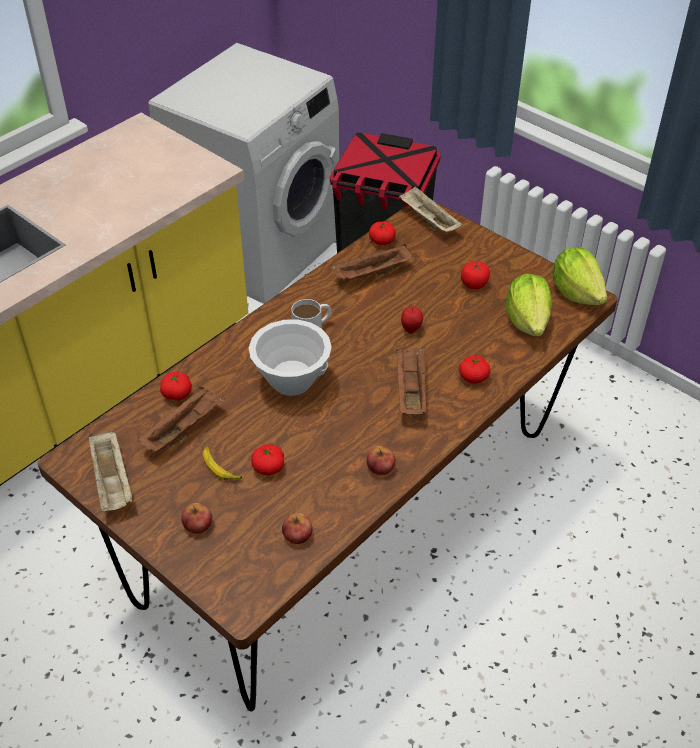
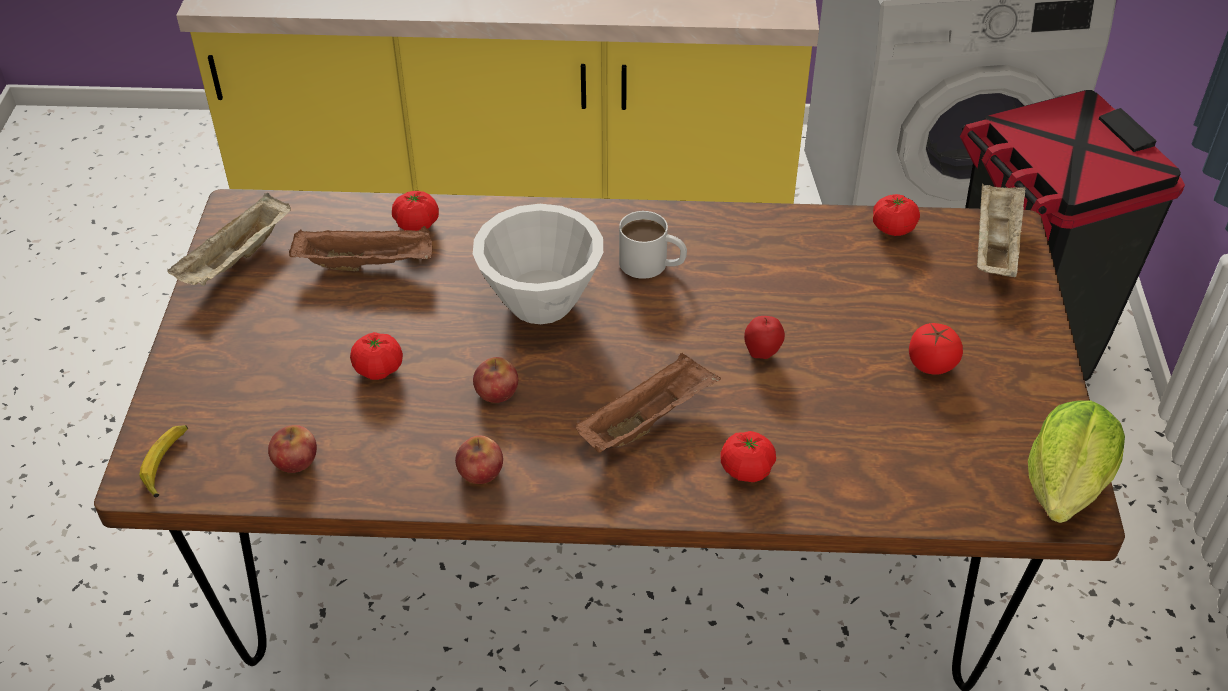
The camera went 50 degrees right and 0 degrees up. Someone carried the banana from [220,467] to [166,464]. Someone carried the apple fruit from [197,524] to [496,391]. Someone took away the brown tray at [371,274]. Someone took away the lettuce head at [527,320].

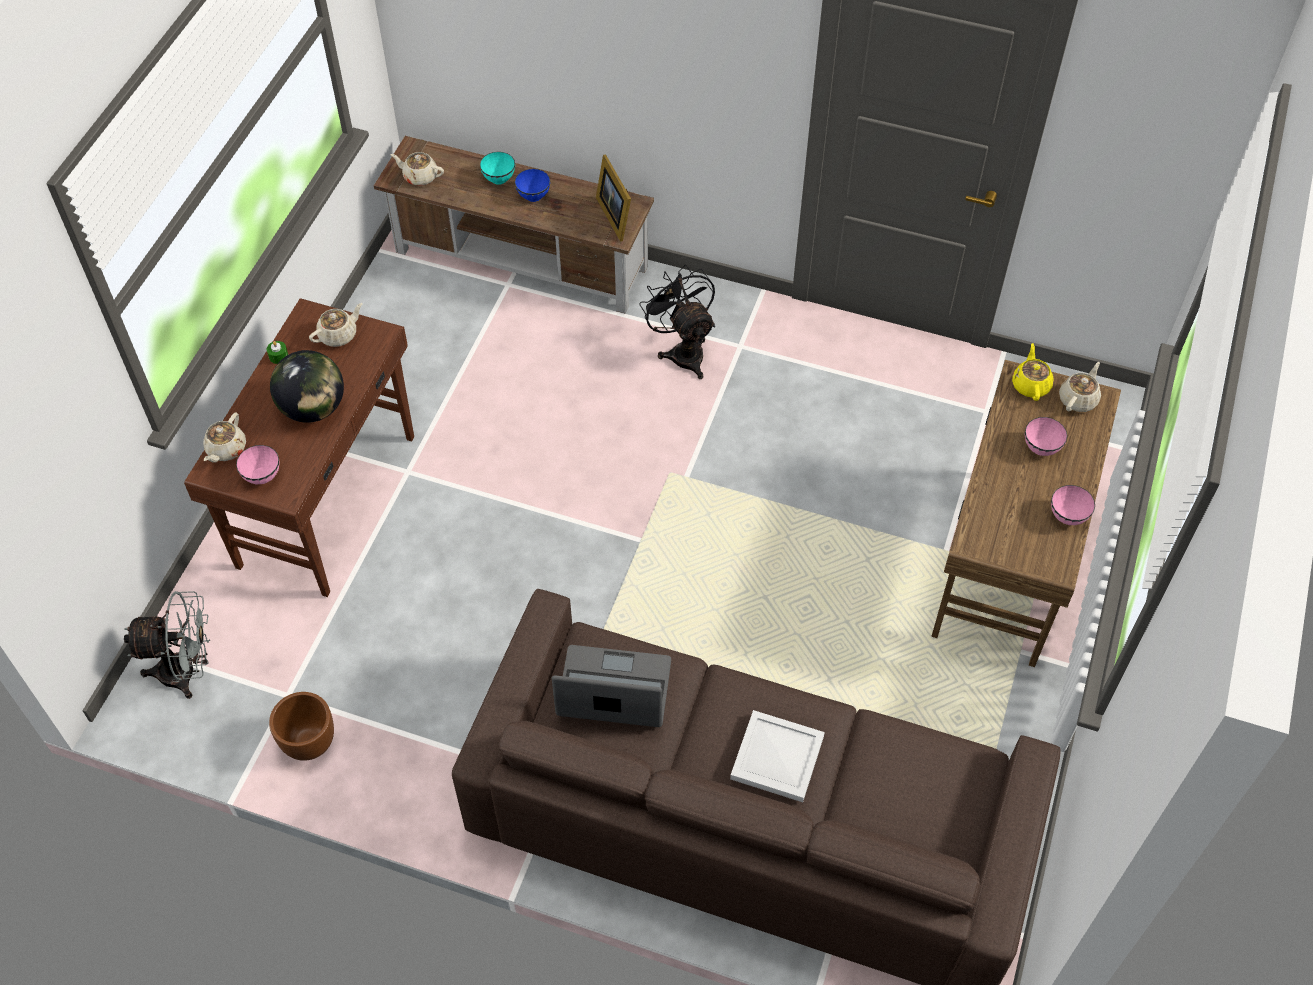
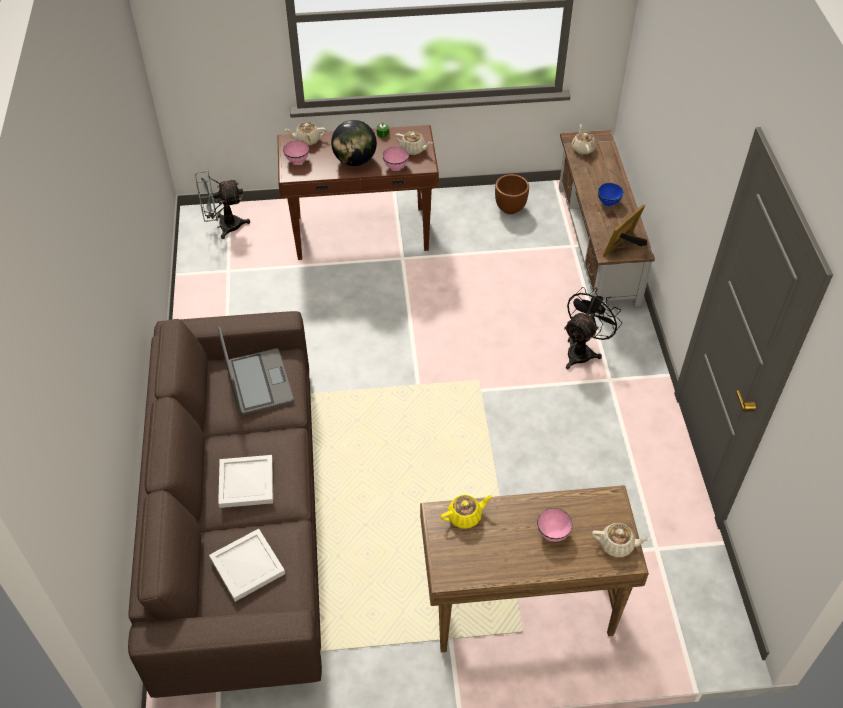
The camera went 65 degrees right and 5 degrees down. Someone rotated the gray fan at [187,672] by 105 degrees clockwise. Someone put down the whitish tray at [247,567]. Someone carried the pink deep dish from [1068,516] to [395,166]. Someone carried the yellowish tea pot from [1030,385] to [465,516]. Someone carried the brown flower pot from [309,744] to [509,208]. Someone took away the turquoise deep dish at [499,179].

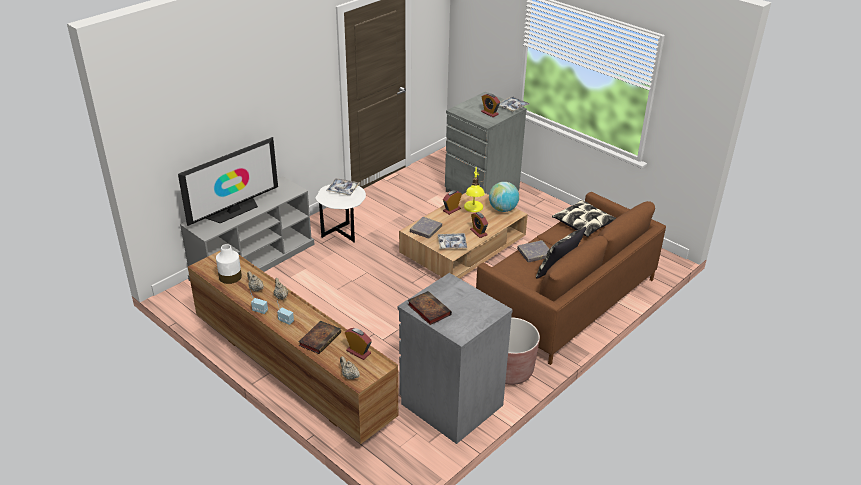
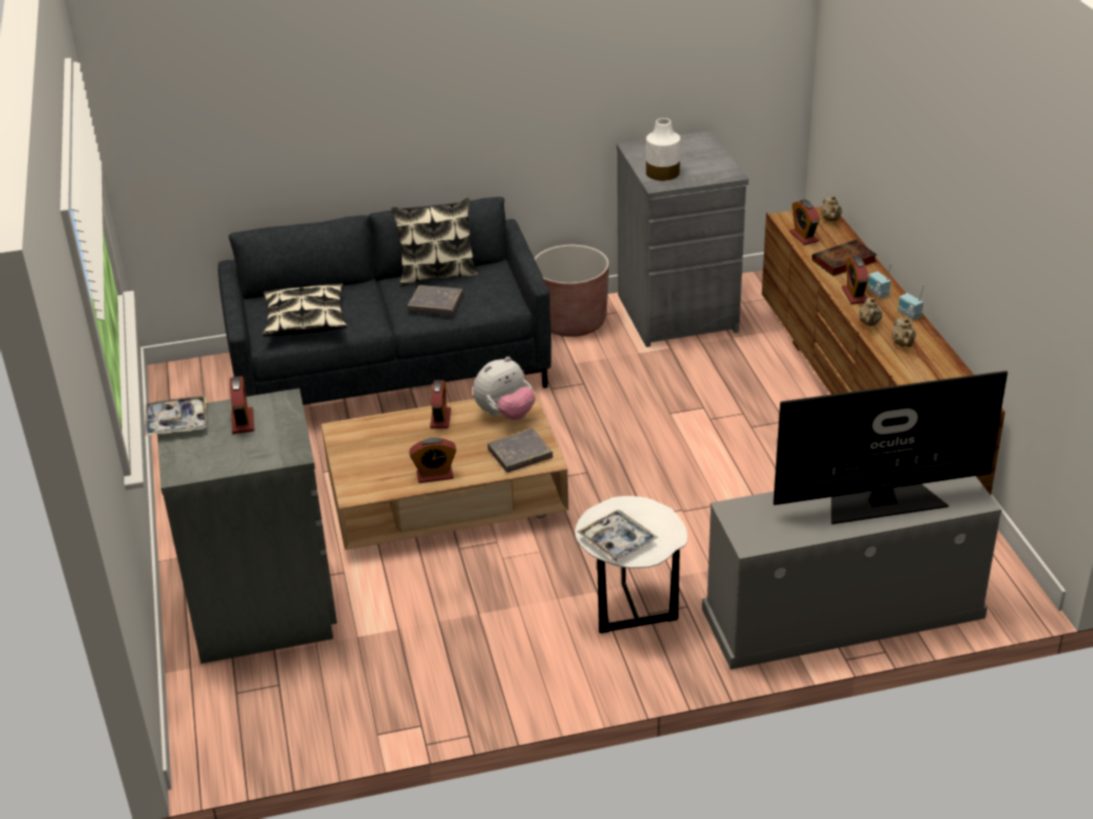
The camera went 145 degrees left and 0 degrees up. Someone repainted the brown couch at [567,299], which became the gray couch at [390,371]. Someone swapped the tray at [452,244] for the soft toy at [505,414]. Someone carried the whitish decorative vase from [230,276] to [662,172]. Someone put down the alarm clock at [854,295]. Someone took away the book at [428,309]. Someone took away the yellowish table lamp at [474,211]. Someone took away the desk globe at [503,209].

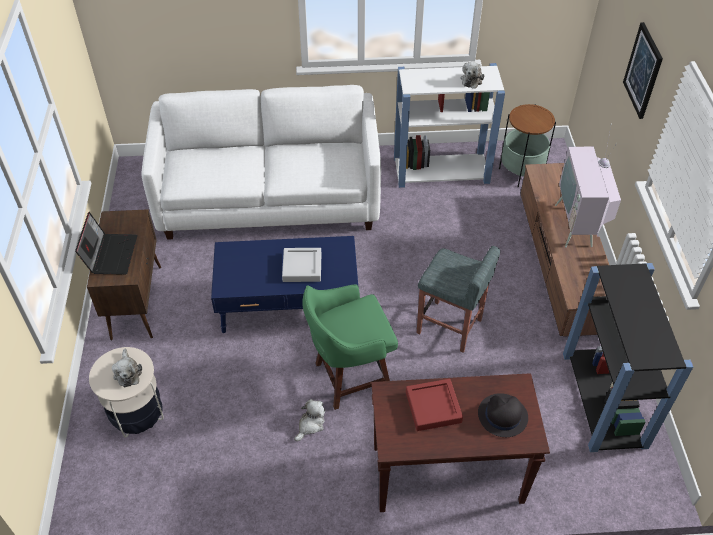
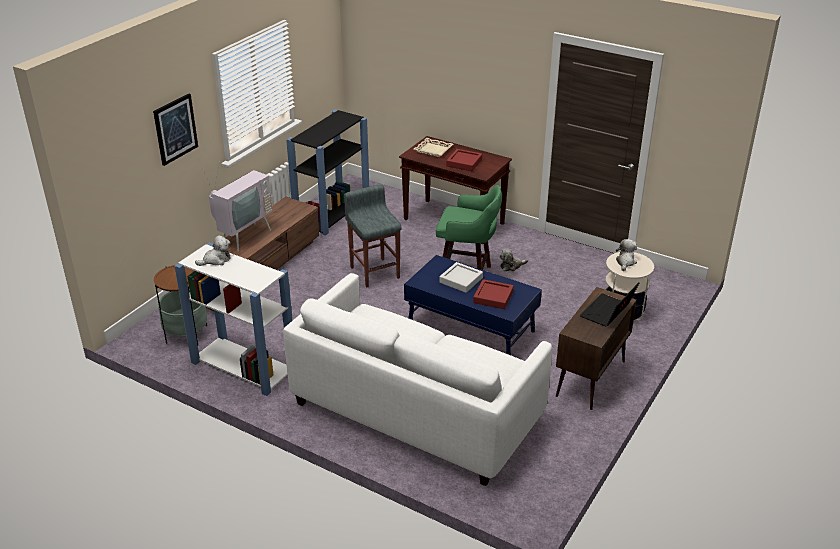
The camera went 145 degrees left and 15 degrees down. Someone swapped the black-coloured wearable hat at [502,416] for the beige-coloured tray at [433,150]. Someone put down the reddish tray at [493,297].

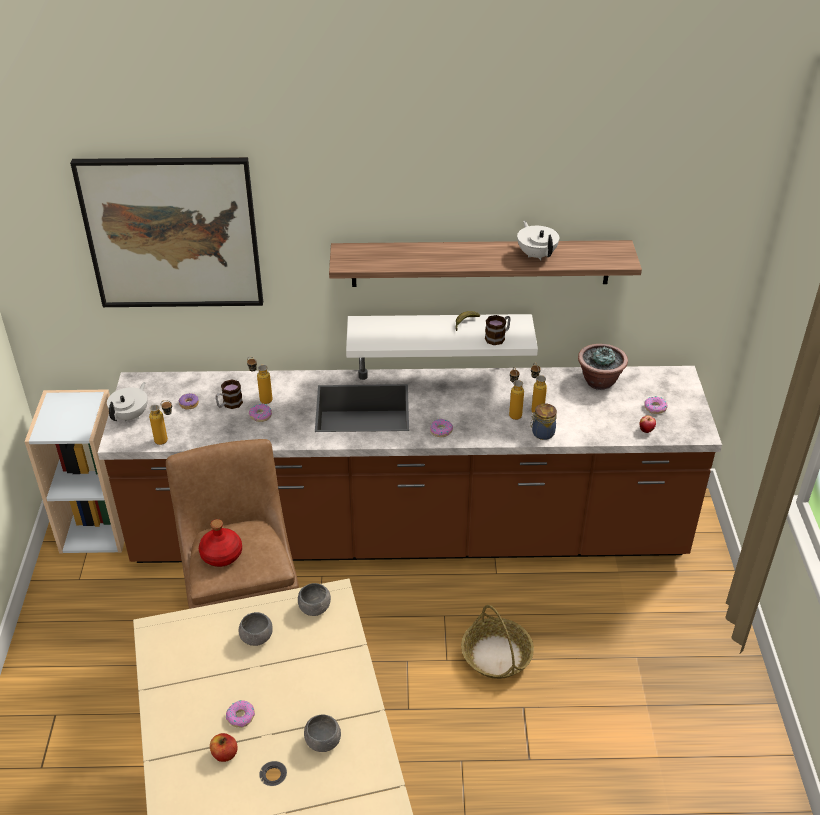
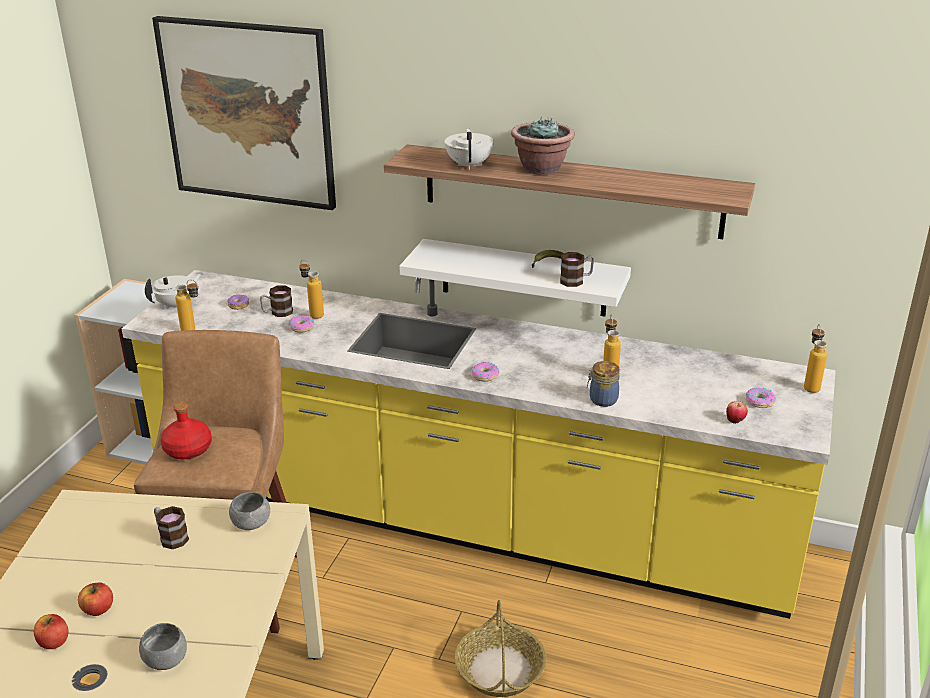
The camera went 20 degrees right and 10 degrees down. Someone swapped the doughnut at [241,716] for the apple fruit at [98,609]. Someone repainted the brown kitchen base unit at [410,535], which became the yellowish kitchen base unit at [466,521]. Someone swapped the gray deep dish at [257,637] for the coffee mug at [170,537]. Someone carried the whitish tea pot from [536,254] to [469,165]. Someone carried the houseplant from [599,381] to [541,168]. Someone carried the beverage bottle from [513,412] to [810,385].

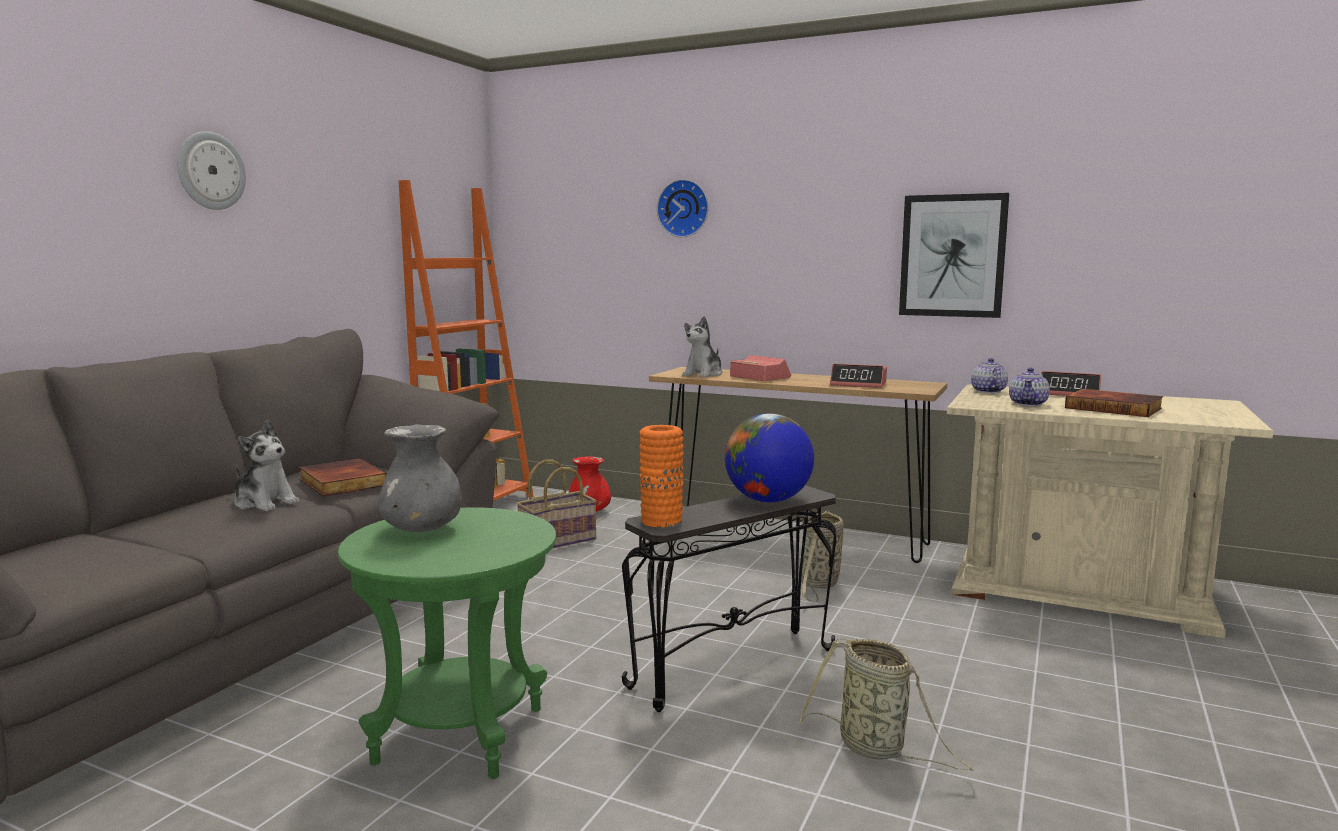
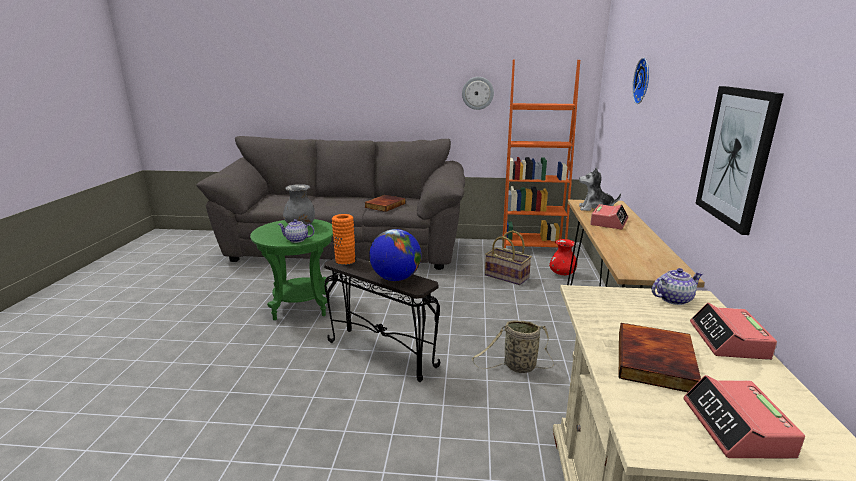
The camera went 70 degrees right and 10 degrees up. Someone carried the tea pot from [1028,404] to [297,240]. Someone carried the wall clock from [210,171] to [477,93]. Someone carried the alarm clock from [858,384] to [737,428]. Someone took away the soft toy at [265,503]. Someone took away the storage basket at [876,749].

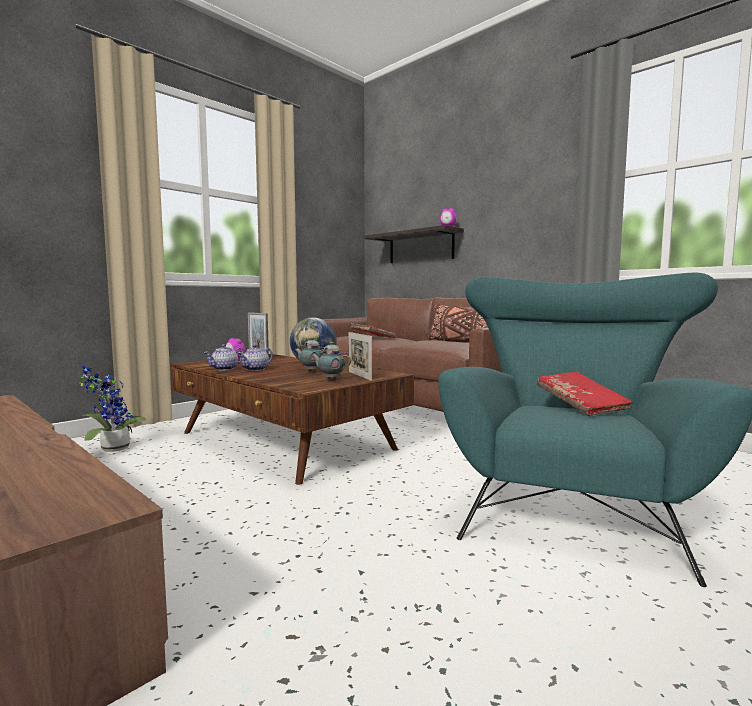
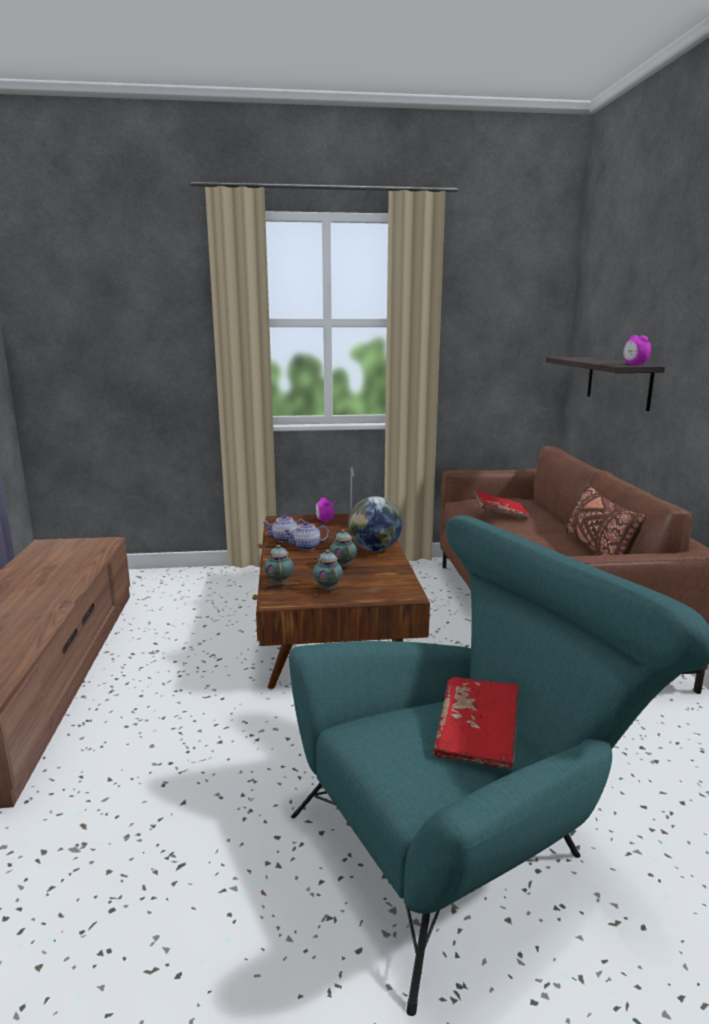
The camera went 40 degrees right and 10 degrees up. Someone put down the tea pot at [279,583]. Someone took away the houseplant at [111,449]. Someone took away the picture frame at [359,376].

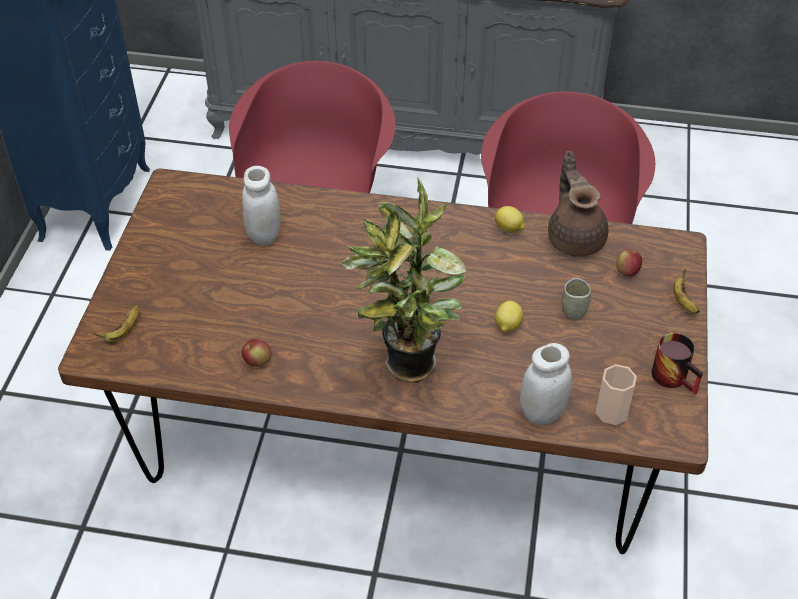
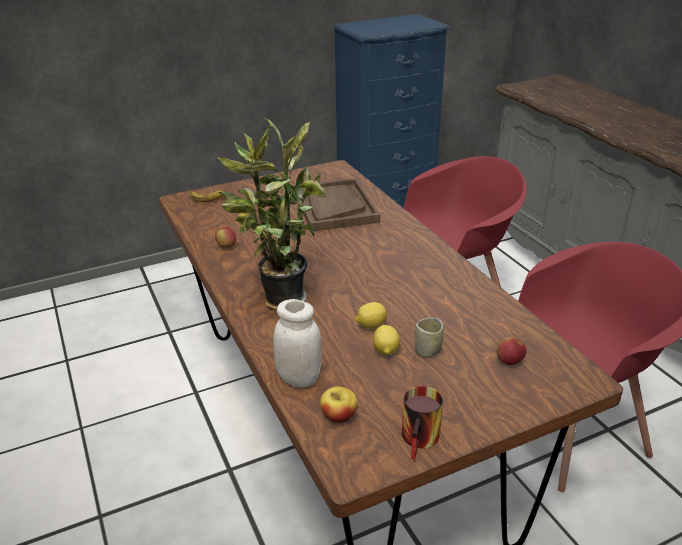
The camera went 55 degrees right and 15 degrees down. Someone swapped the whitish storage jar at [264,235] for the brown tray at [334,207]. Someone swapped the small cup at [611,412] for the apple fruit at [339,416]. Someone carried the whole lemon from [509,229] to [385,351]. Someone took away the brown tea pot at [575,238]. Someone took away the banana at [683,301].

